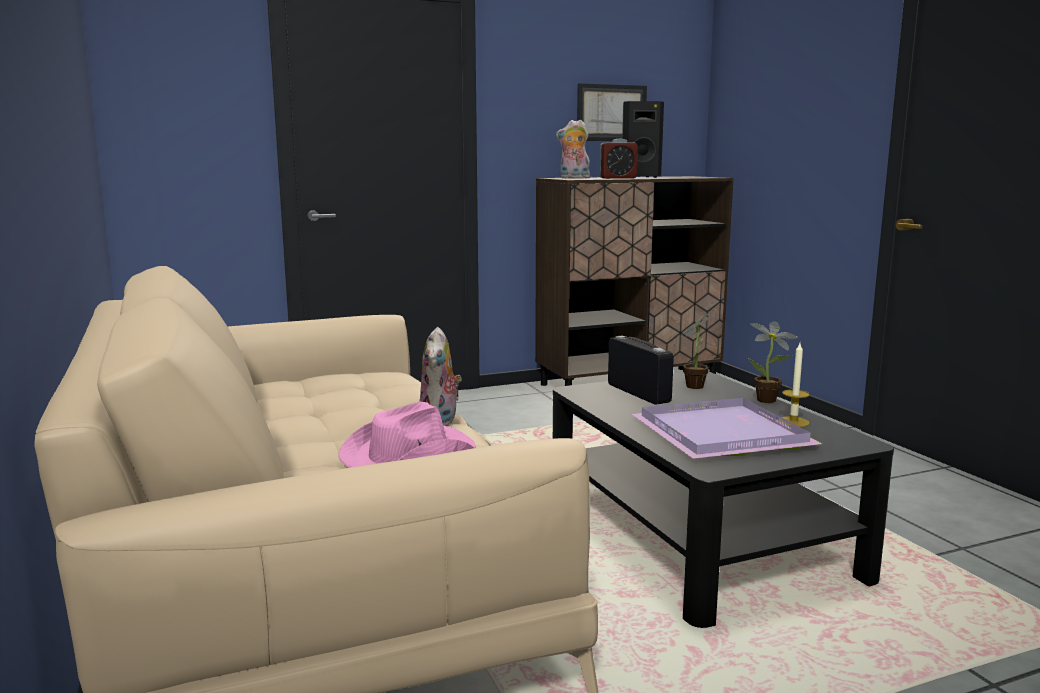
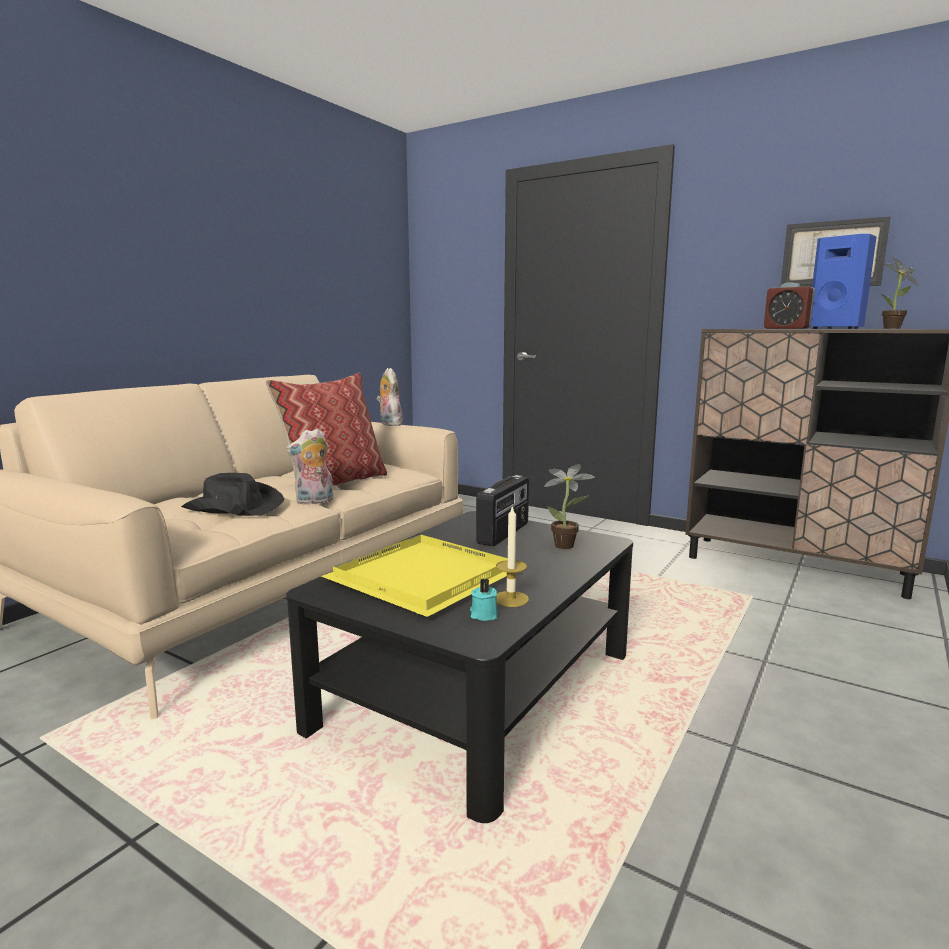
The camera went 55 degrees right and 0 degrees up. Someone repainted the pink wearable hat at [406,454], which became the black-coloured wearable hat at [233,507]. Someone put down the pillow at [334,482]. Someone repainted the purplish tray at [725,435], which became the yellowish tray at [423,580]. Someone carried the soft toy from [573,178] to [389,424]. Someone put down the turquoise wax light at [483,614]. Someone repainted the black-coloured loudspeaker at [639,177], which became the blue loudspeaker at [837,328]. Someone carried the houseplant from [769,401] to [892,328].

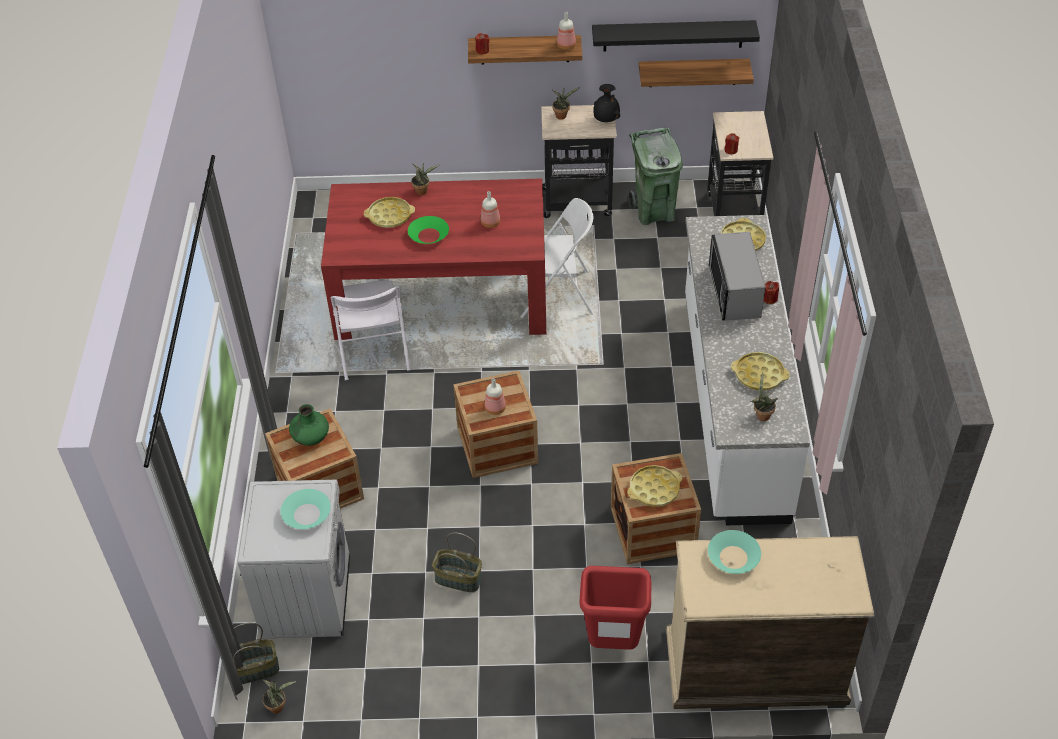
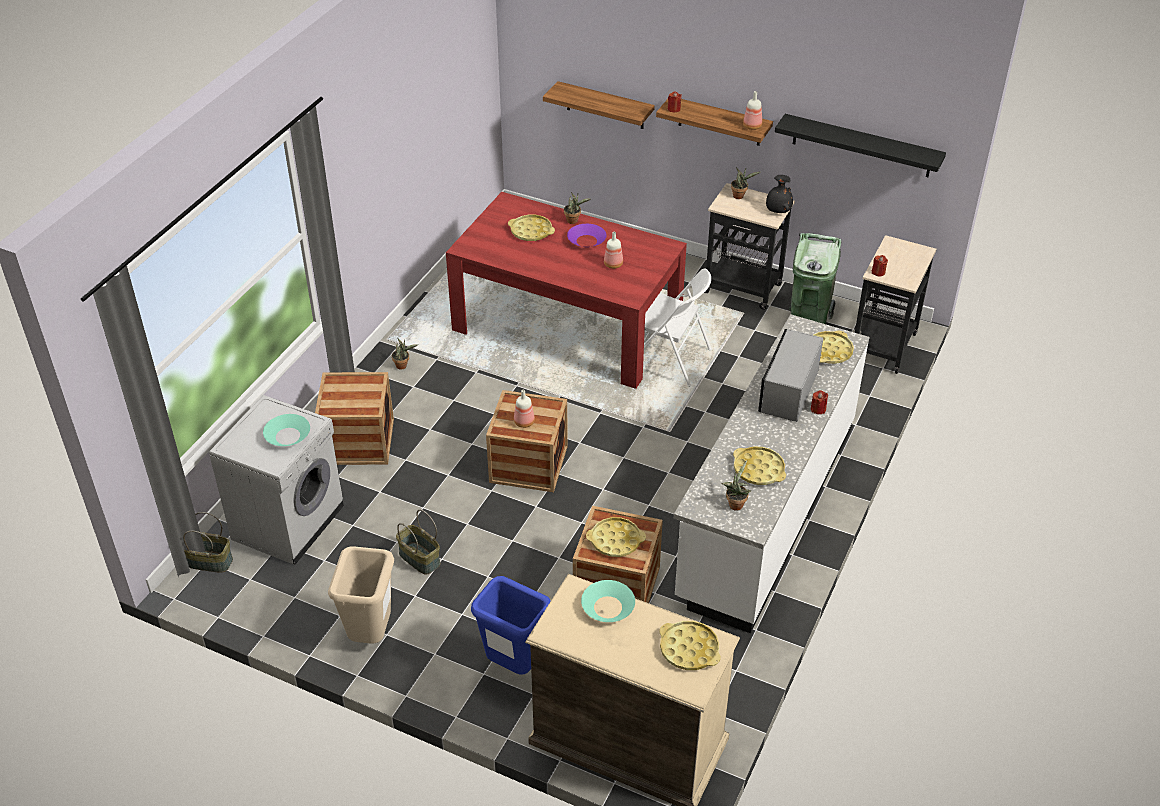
The camera went 25 degrees right and 5 degrees down. Someone put down the beige-coloured rubbish bin at [371,636]. Someone carried the houseplant from [278,706] to [403,365]. Someone repainted the reddish rubbish bin at [612,643], which became the blue rubbish bin at [513,666]. Someone carried the wall shelf from [693,72] to [605,105]. Someone put down the purplish deep dish at [587,241]. Someone put down the yellowish tray at [689,649]. Someone took away the greenish decorative vase at [311,438]. Someone took away the whitish chair at [373,349]. Someone took away the greenish deep dish at [428,235].

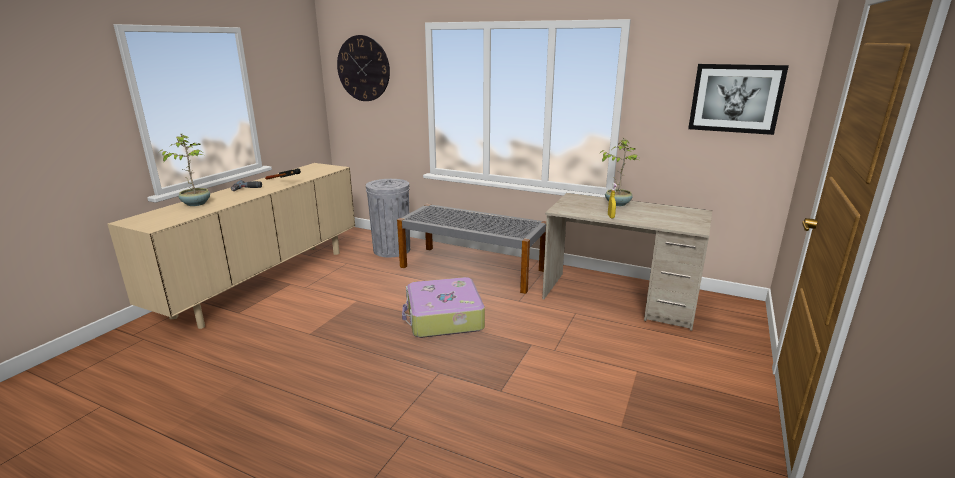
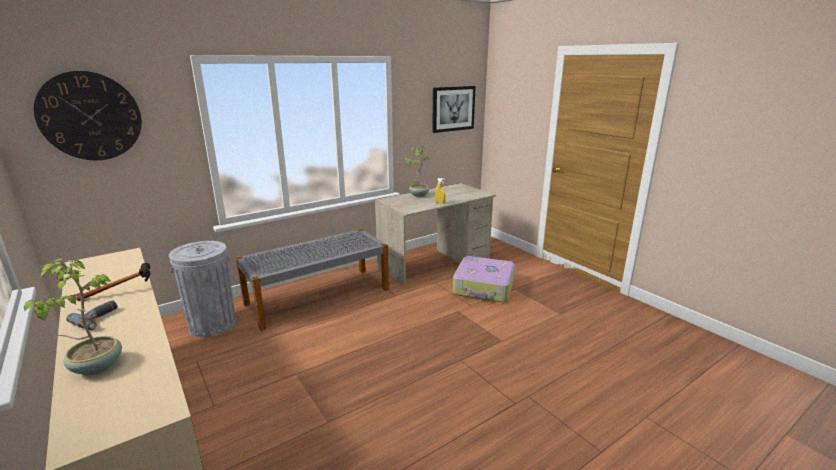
The camera went 60 degrees left and 0 degrees up. Someone carried the travel case from [443,318] to [484,287].

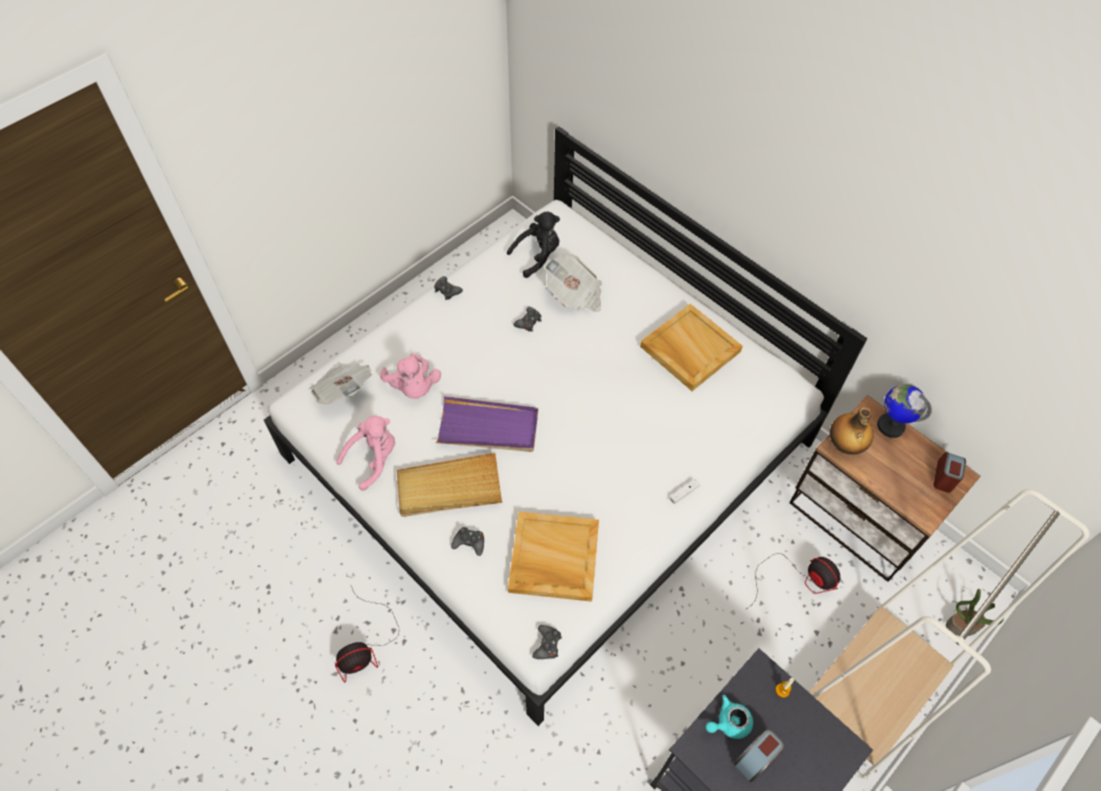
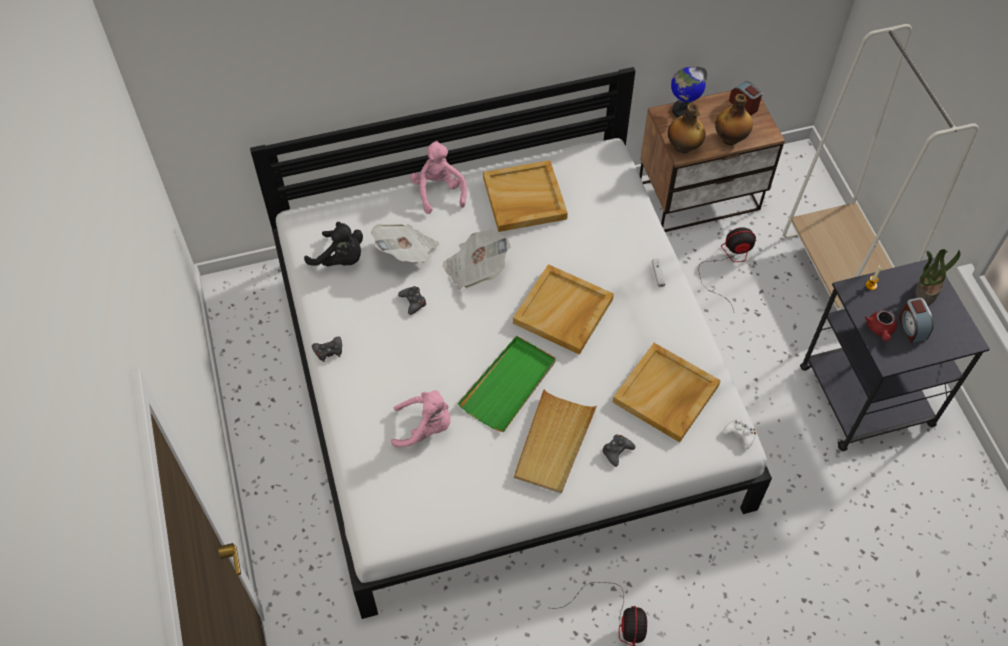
The camera went 60 degrees left and 0 degrees up. Someone rotated the black-coloured soft toy at [537,256] by 120 degrees clockwise. Someone carried the pink soft toy from [373,459] to [439,191]. Someone carried the newspaper from [343,390] to [475,269]. Someone repainted the purplish tray at [488,428], which became the greenish tray at [509,385]. Someone put down the beige-coloured tray at [563,312]. Someone put down the beverage bottle at [731,138]. Someone repainted the black-coloured joypad at [547,644], which became the whitish joypad at [740,434]. Someone repainted the turquoise tea pot at [728,723], which became the reddish tea pot at [880,330]. Someone carried the houseplant from [962,625] to [926,290].

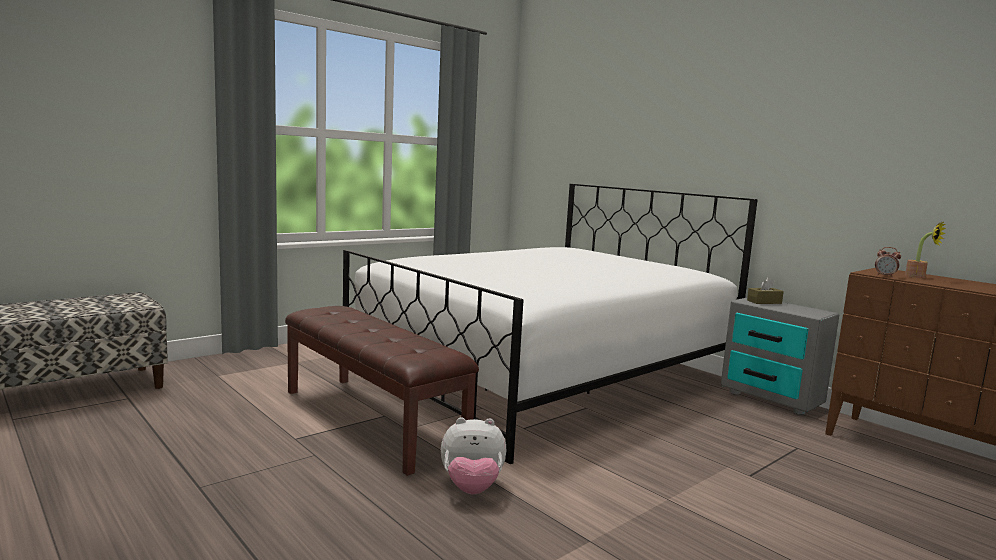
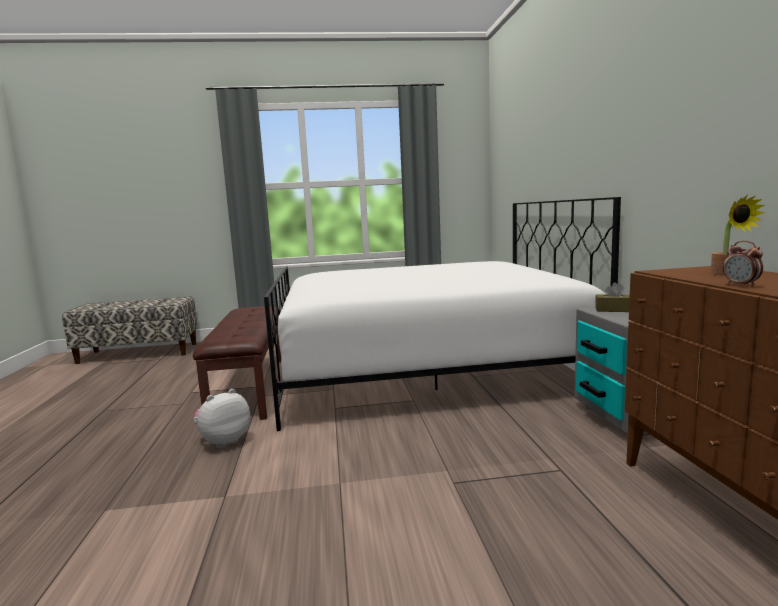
The camera went 35 degrees right and 0 degrees up. Someone rotated the soft toy at [472,488] by 105 degrees clockwise. Someone carried the alarm clock from [885,276] to [741,285].

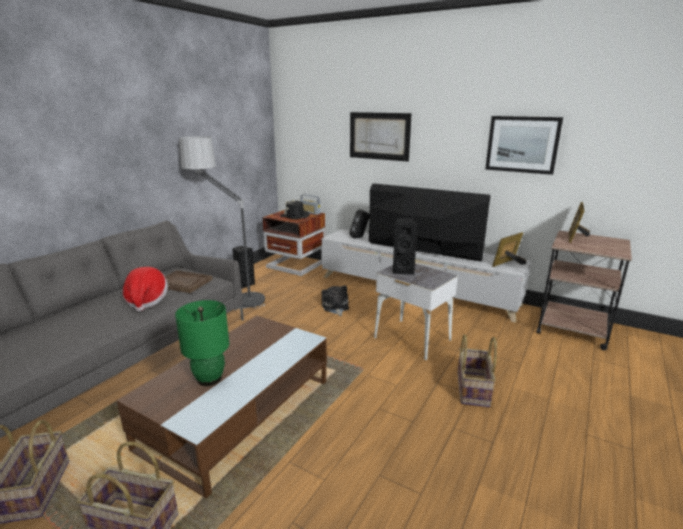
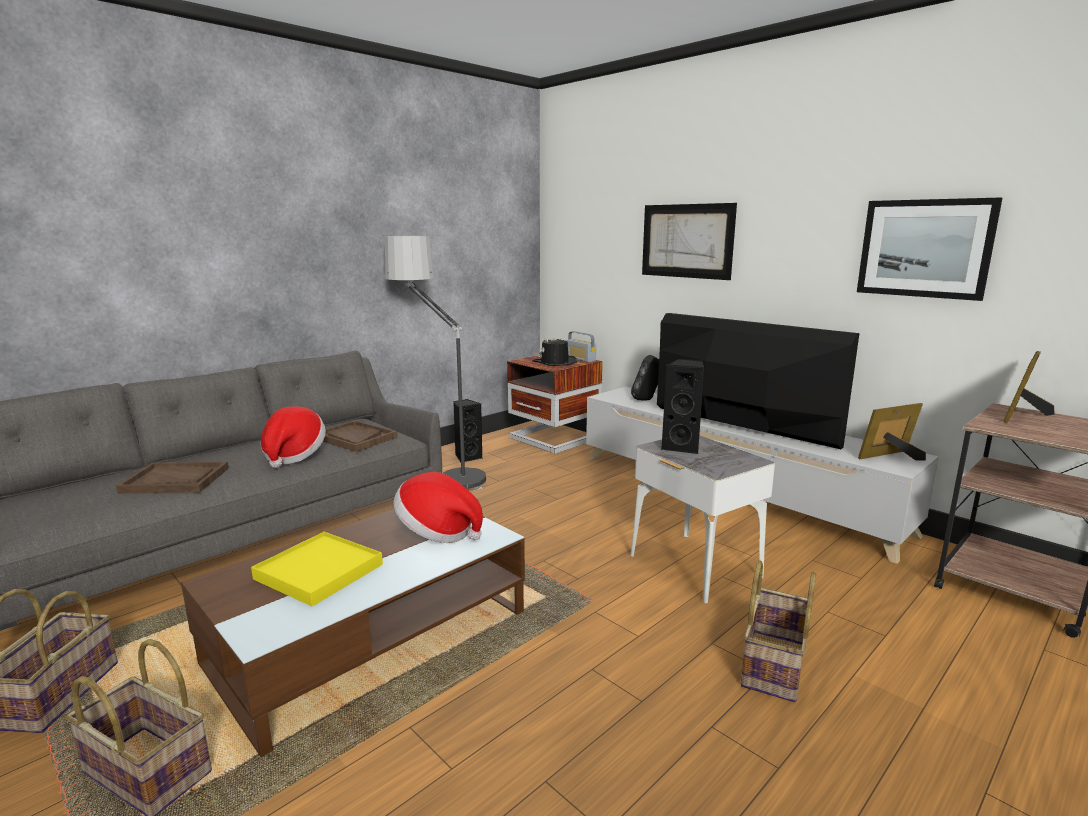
The camera went 15 degrees right and 5 degrees down. Someone put down the brown tray at [176,480]. Someone swapped the greenish table lamp at [209,378] for the yellowish tray at [319,571]. Someone put down the wearable hat at [437,532]. Someone took away the soft toy at [335,307].

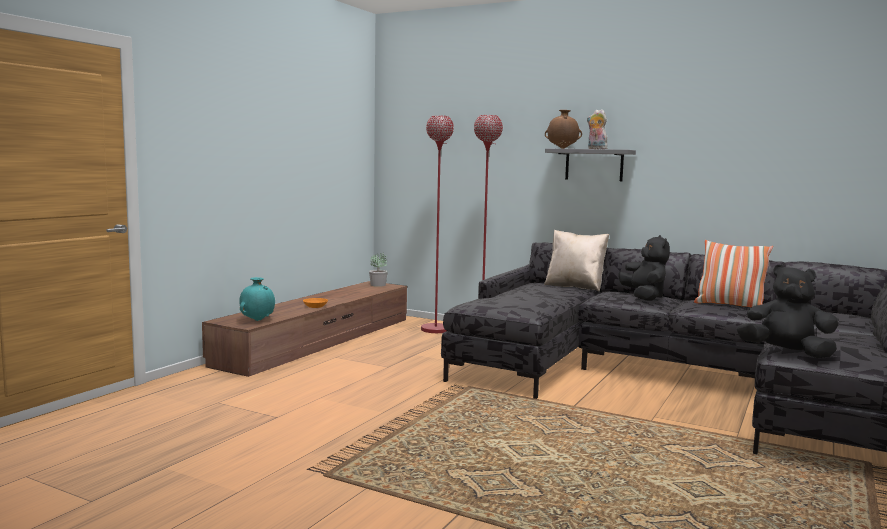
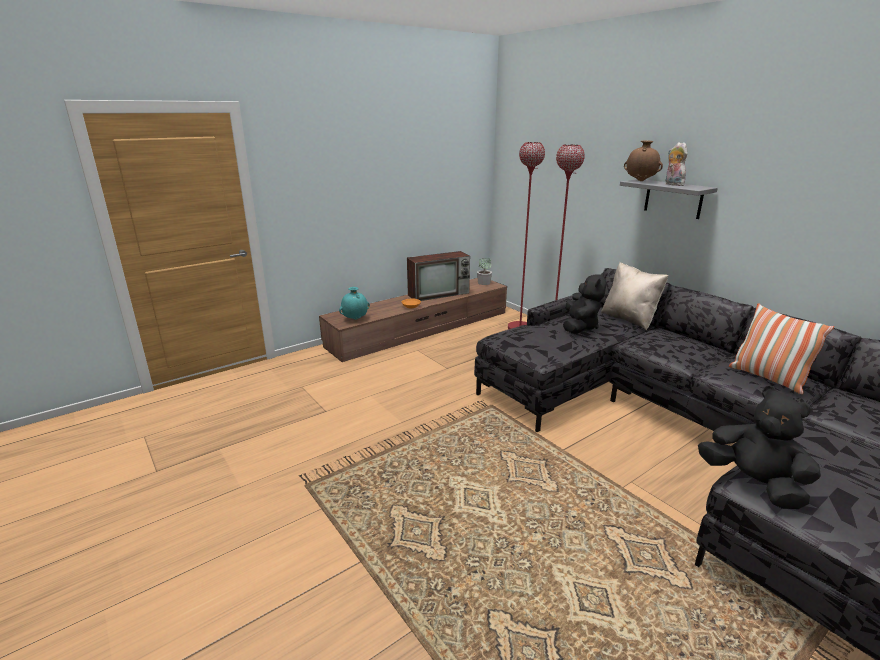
The camera went 25 degrees right and 15 degrees up. Someone put down the TV set at [439,294]. Someone carried the black-coloured soft toy from [644,297] to [579,327].

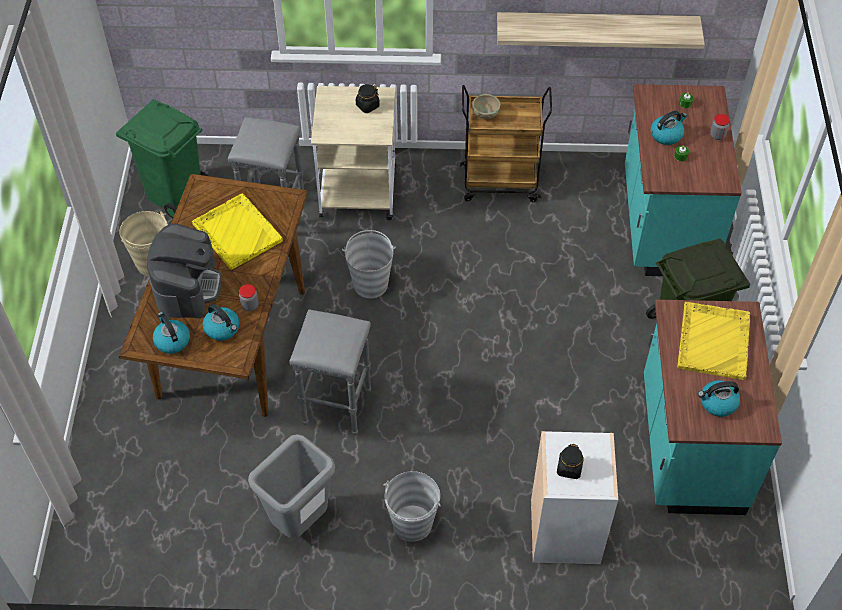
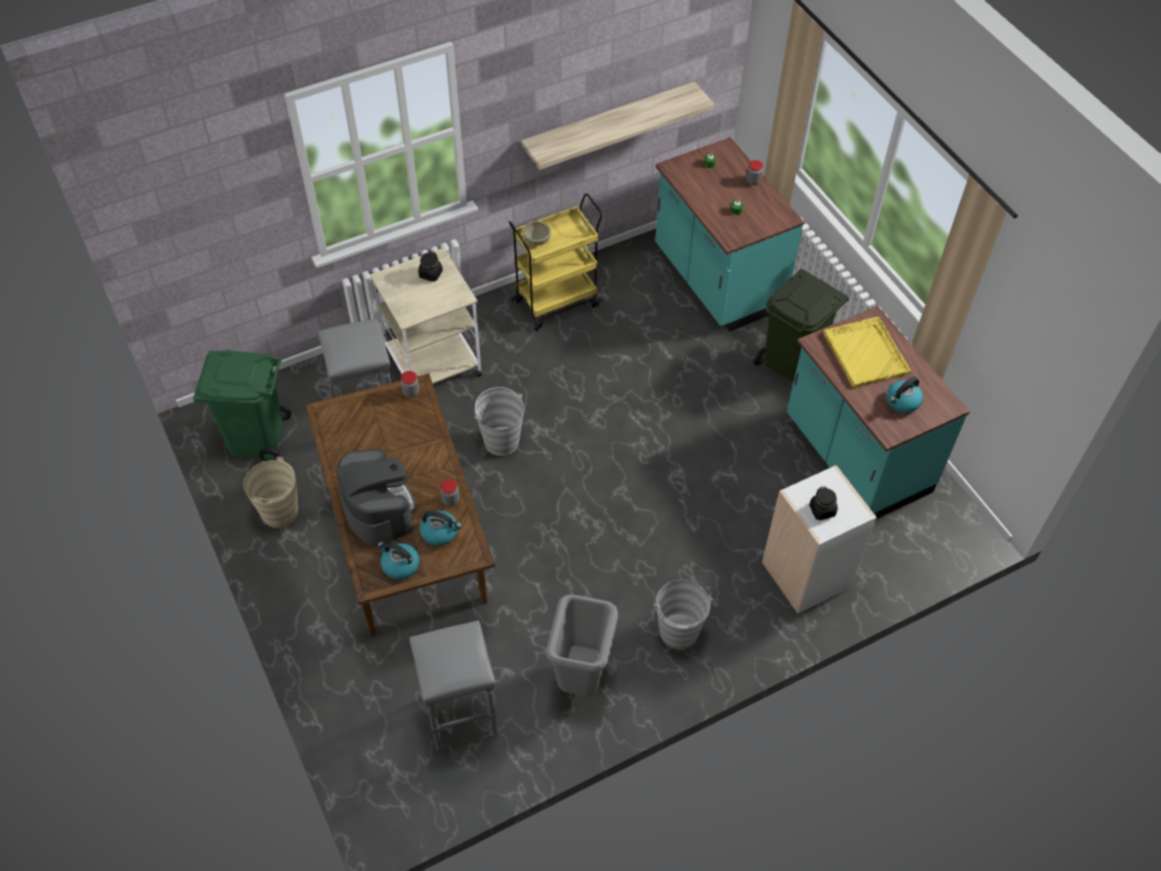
The camera went 30 degrees left and 0 degrees up. Someone put down the storage jar at [411,392]. Someone carried the gray sitting stool from [335,407] to [459,717]. Someone repainted the brown wheeled cart at [501,184], which became the yellowish wheeled cart at [557,303]. Someone took away the yellowish tray at [237,232]. Someone took away the tea kettle at [666,135].

